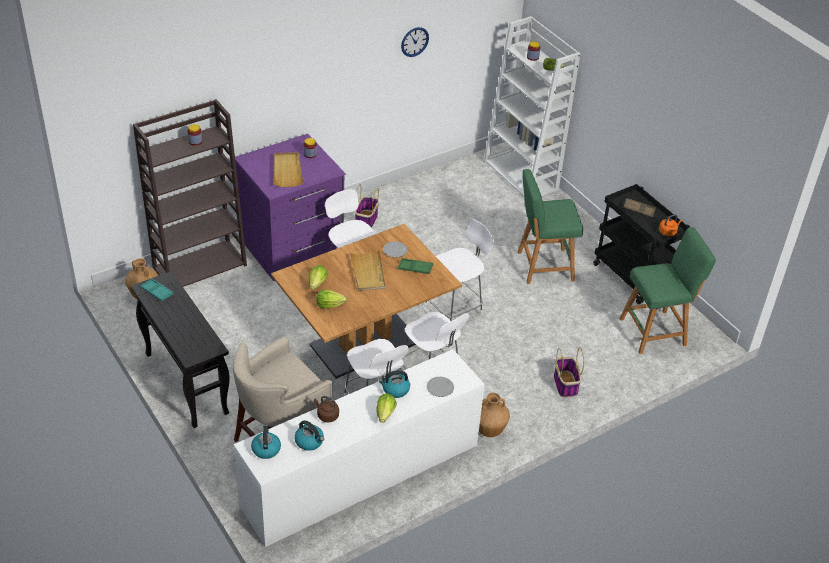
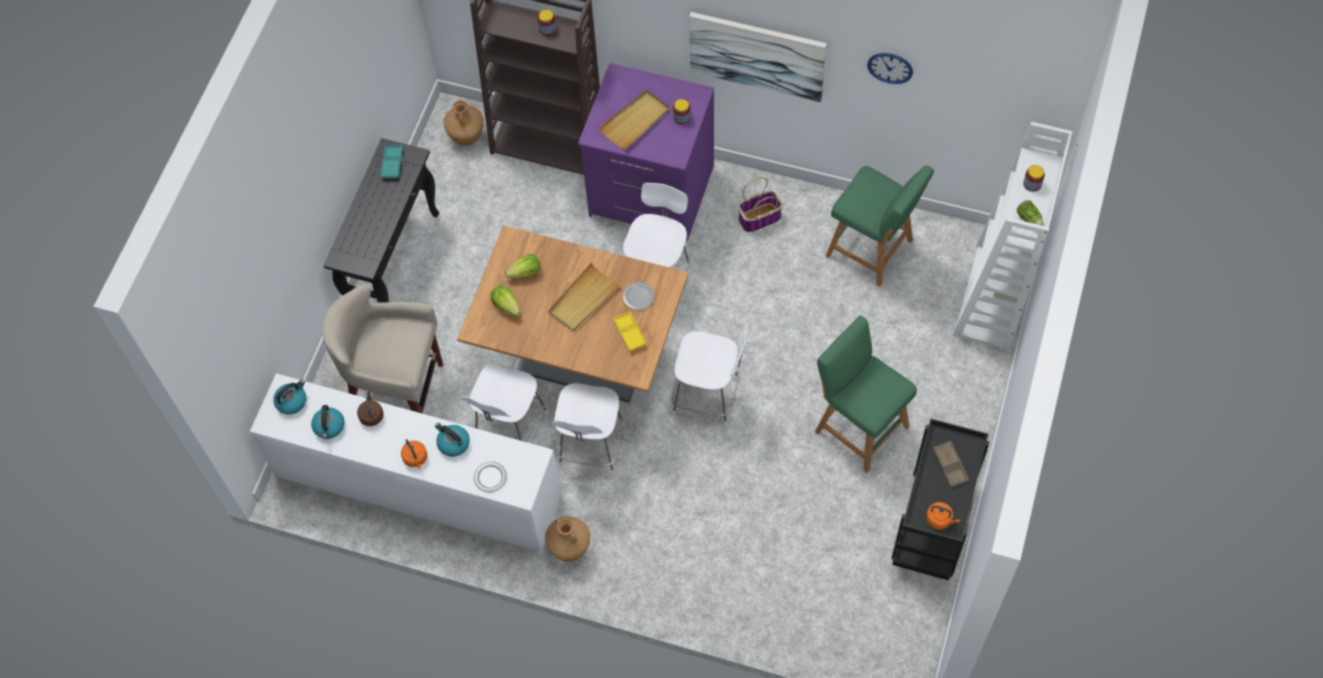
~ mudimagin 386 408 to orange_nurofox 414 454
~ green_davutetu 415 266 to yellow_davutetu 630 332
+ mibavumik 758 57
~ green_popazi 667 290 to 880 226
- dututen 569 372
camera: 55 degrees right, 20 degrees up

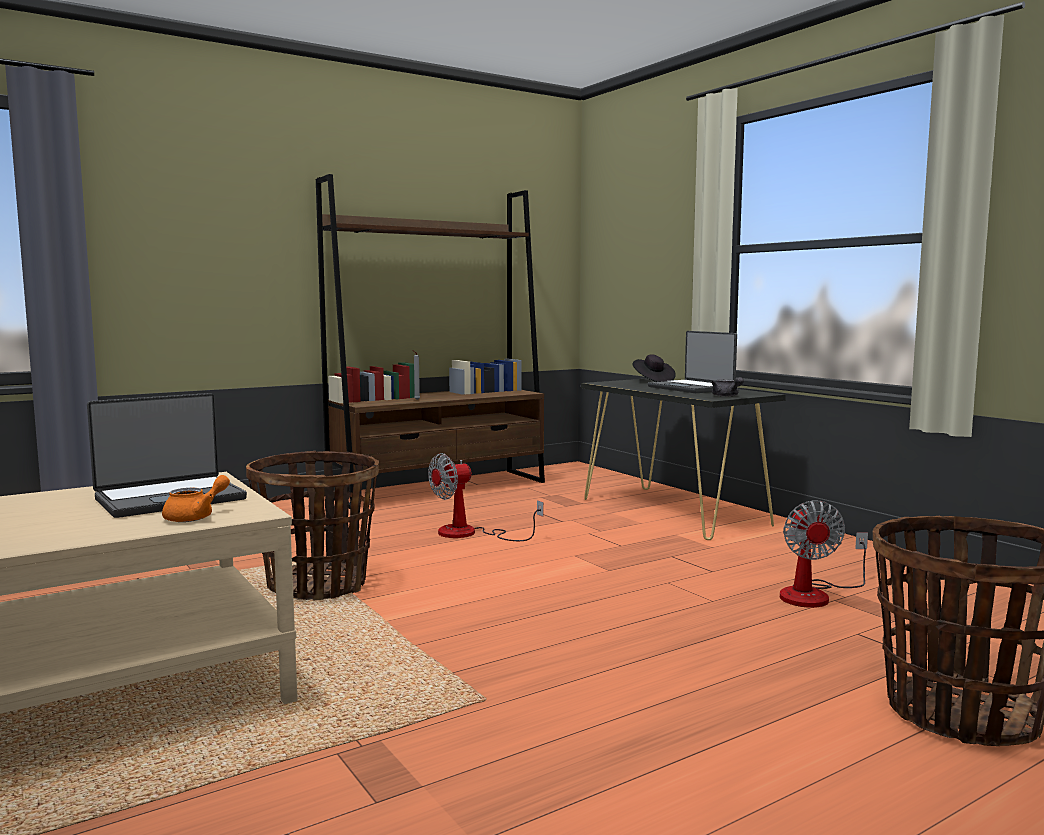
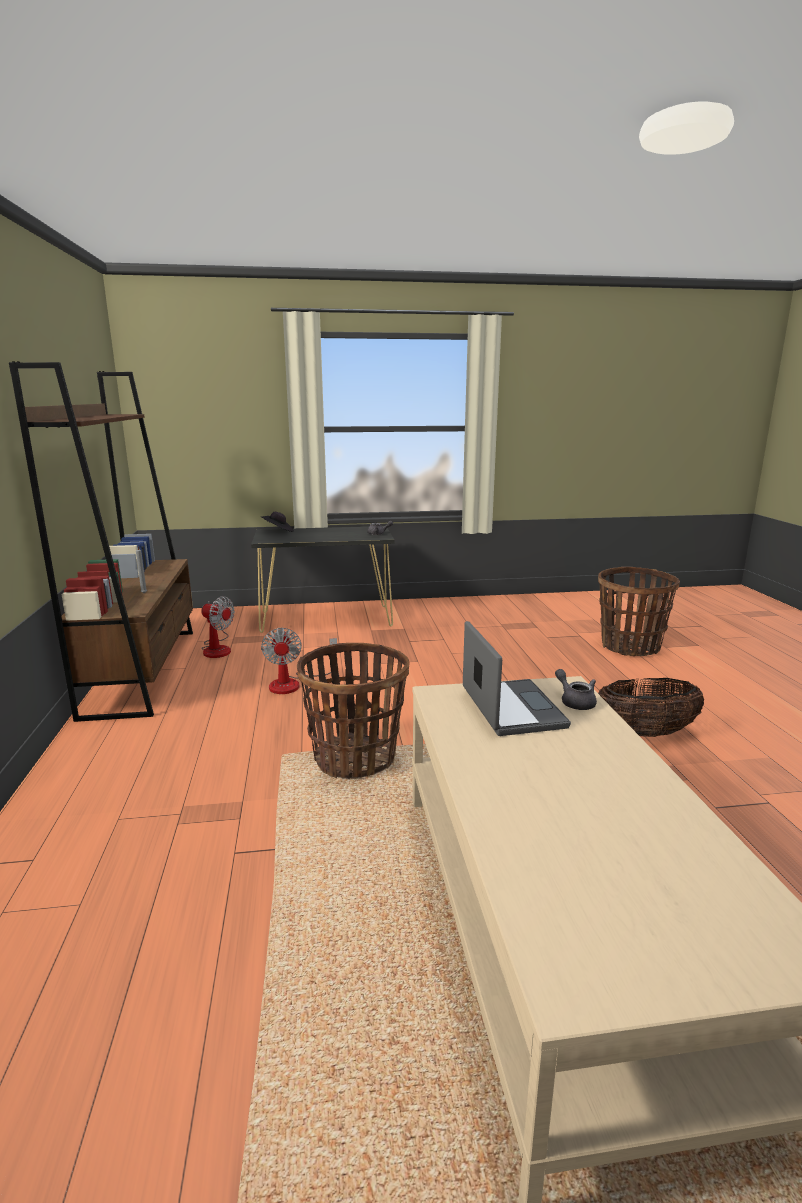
~ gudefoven 824 554 to 218 627
~ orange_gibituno 196 498 to grey_gibituno 576 689
+ dututen 651 707
- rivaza 692 362
camera: 65 degrees left, 10 degrees up

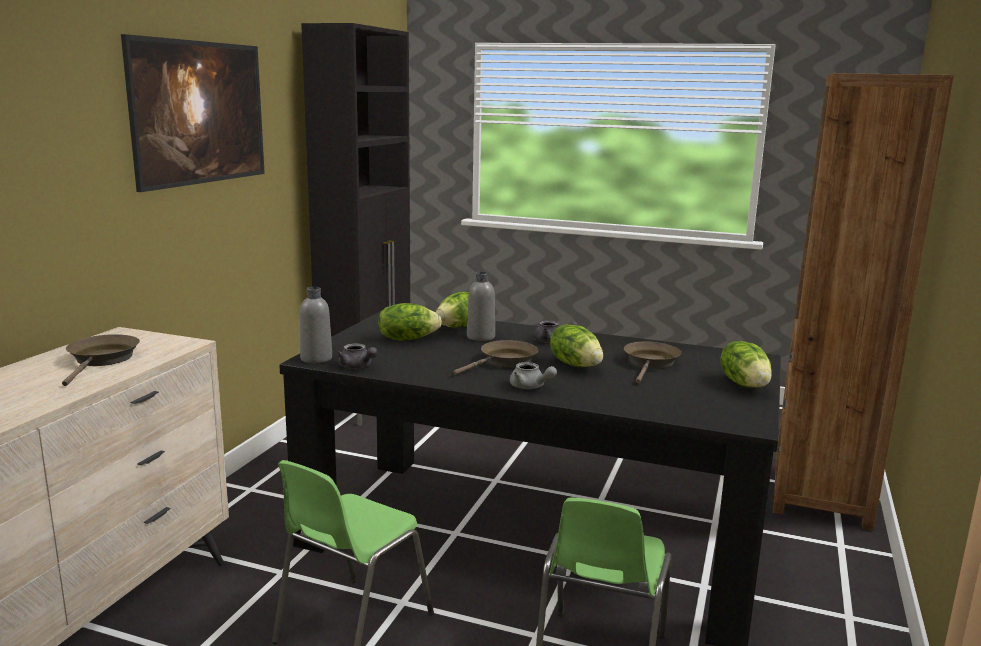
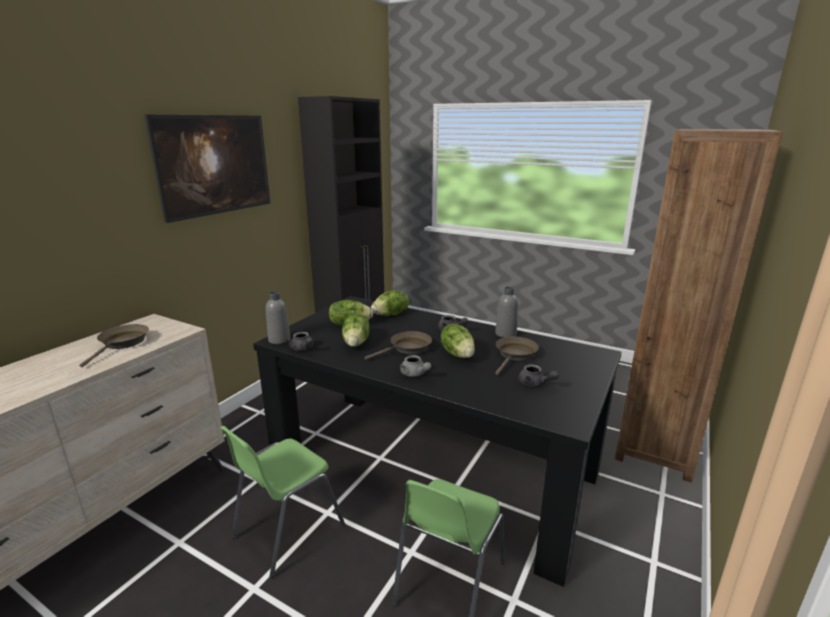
~ mudimagin 746 364 to 356 330
~ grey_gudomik 481 306 to 506 312
+ grey_gibituno 538 375
camera: 10 degrees right, 5 degrees up

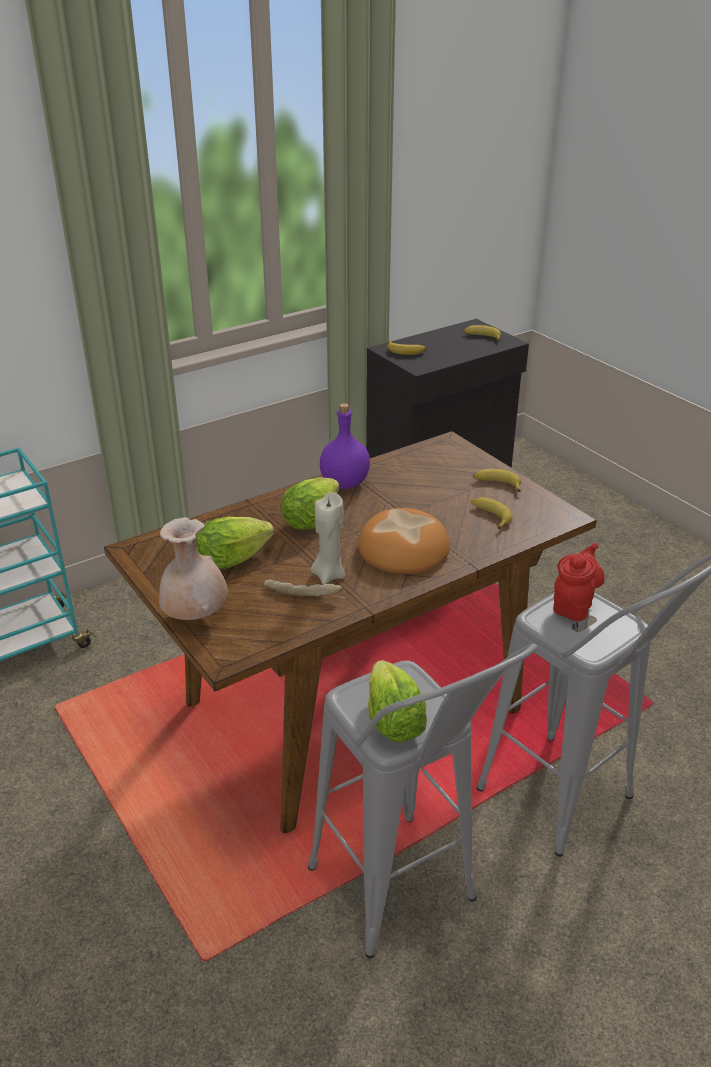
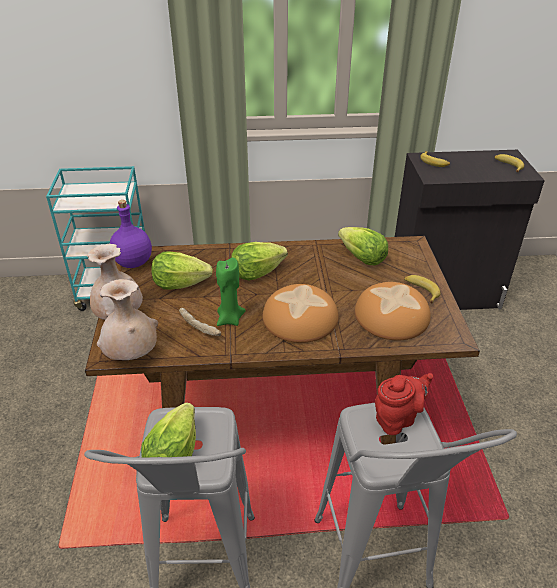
+ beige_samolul 127 319
~ purple_gudomik 345 446 to 131 234
~ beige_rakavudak 328 538 to green_rakavudak 231 291
+ mudimagin 363 246
~ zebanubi 492 513 to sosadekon 393 311
camera: 30 degrees right, 5 degrees up

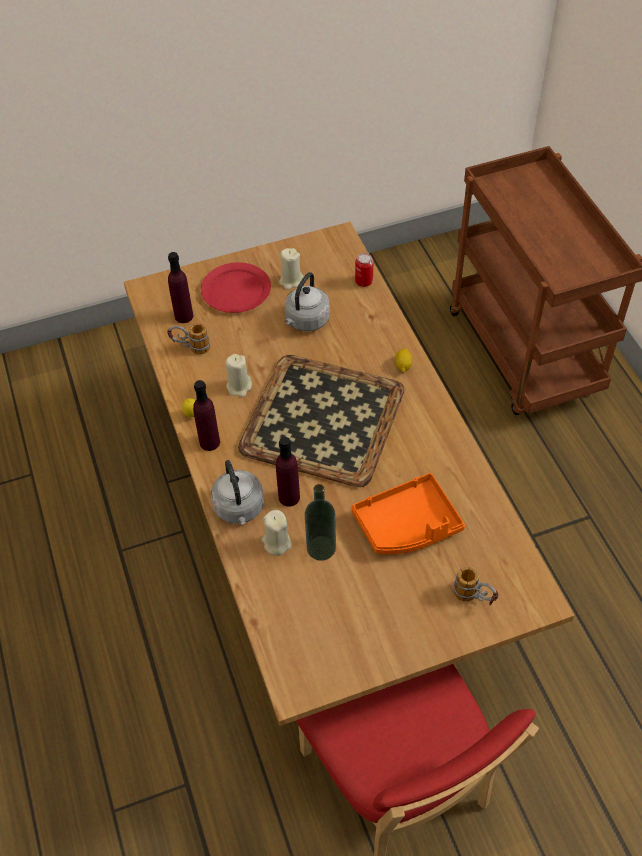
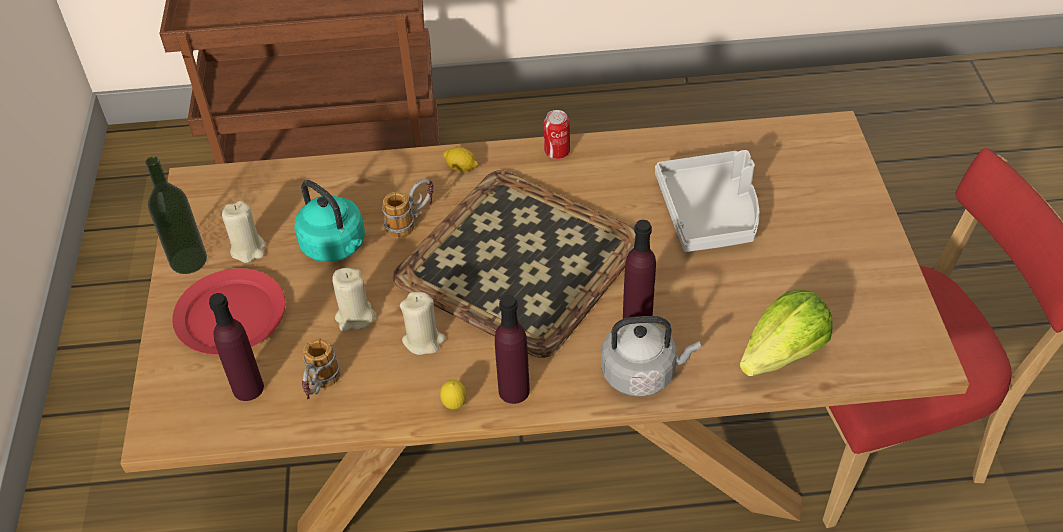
~ gudomik 320 522 to 176 215
~ grey_nurofox 307 301 to turquoise_nurofox 329 221
~ beige_rakavudak 277 533 to 353 300
~ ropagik 476 585 to 408 208
~ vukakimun 364 270 to 557 134
~ orange_davutetu 408 513 to grey_davutetu 707 201
+ mudimagin 786 333
camera: 75 degrees left, 5 degrees down

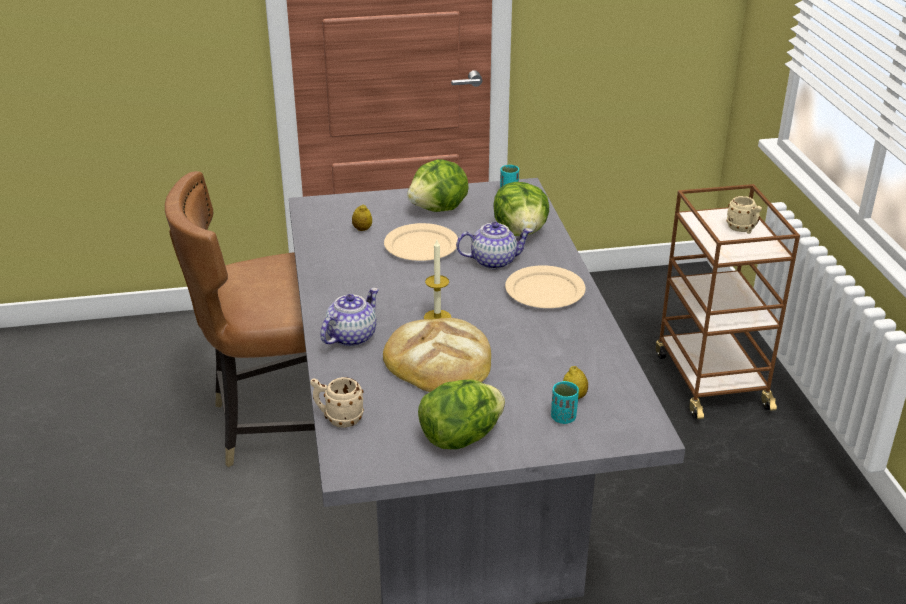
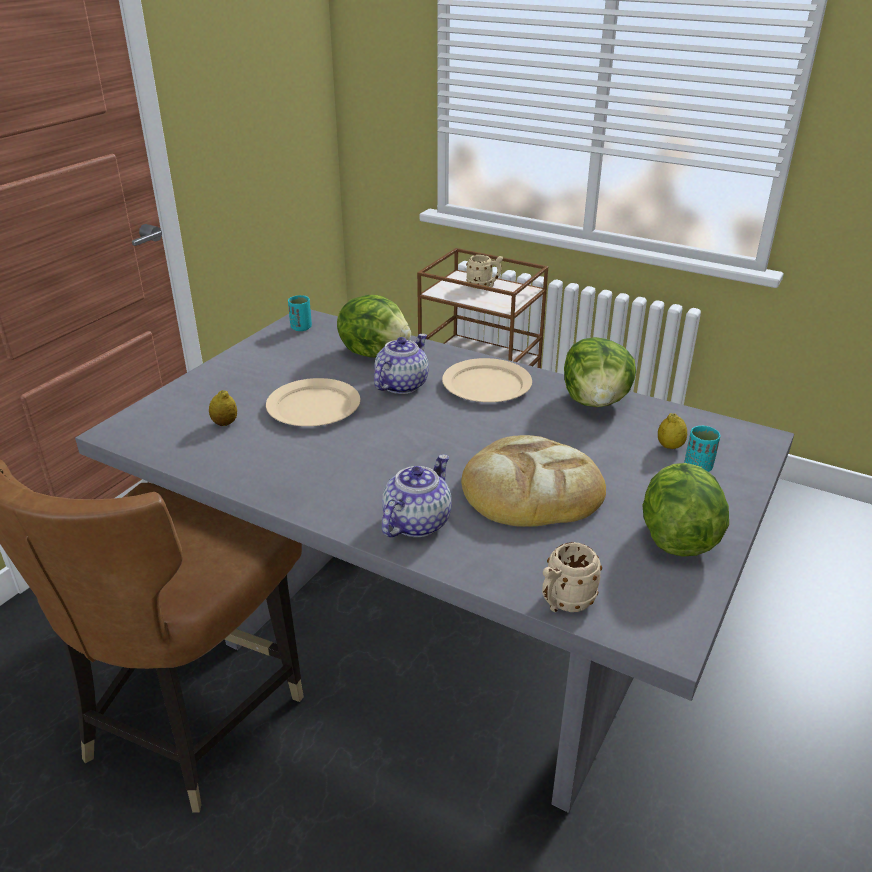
~ gibituno 349 317 = 417 496 45 degrees clockwise
~ mudimagin 438 185 to 600 372
- rakavudak 437 279
camera: 50 degrees left, 0 degrees up

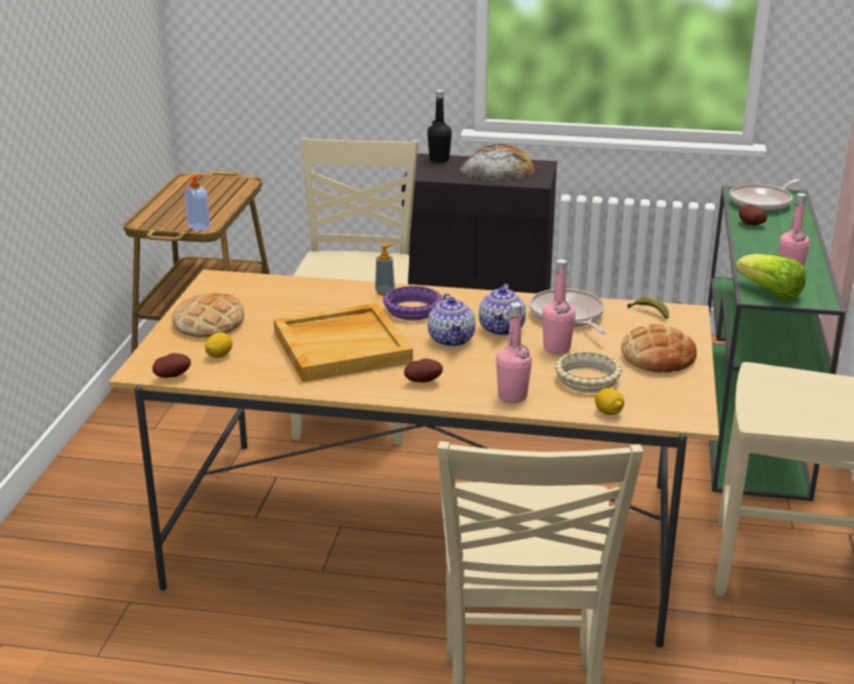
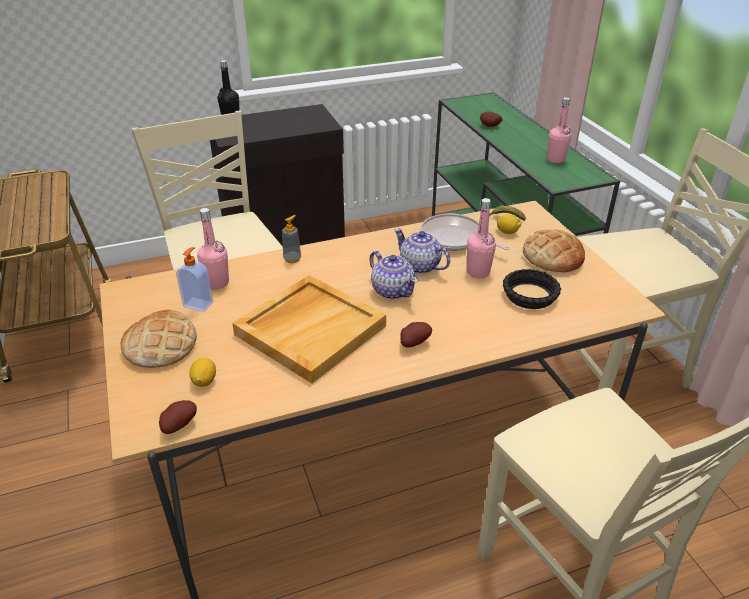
~ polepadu 198 203 to 194 279
~ pink_gudomik 514 352 to 213 248
~ gibituno 502 309 = 422 251 150 degrees clockwise
~ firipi 609 401 to 509 224
~ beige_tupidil 588 372 to black_tupidil 532 289
- purple_tupidil 413 303
- sosadekon 497 162
- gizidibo 765 195
- mudimagin 771 277
camera: 30 degrees left, 10 degrees up

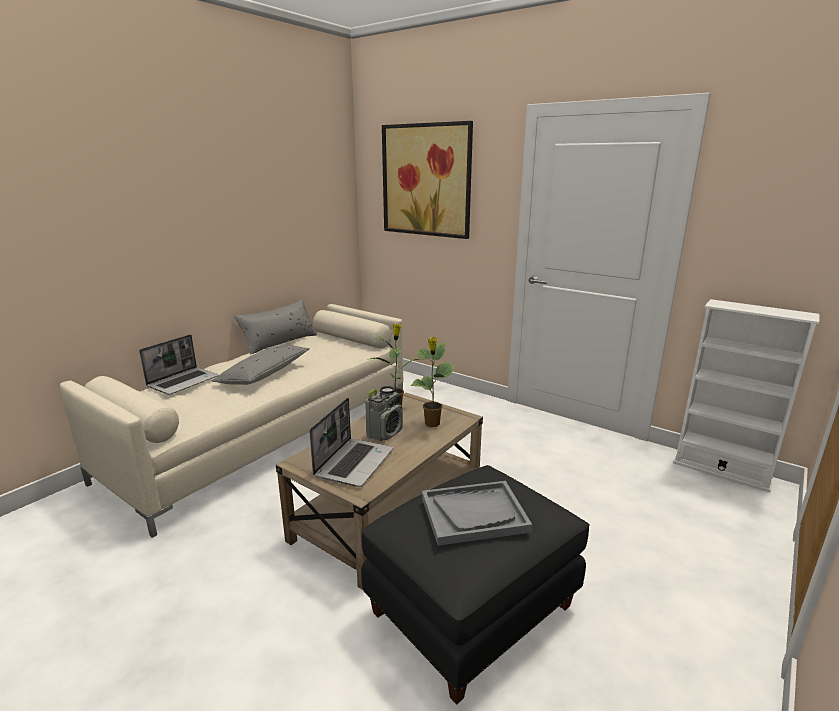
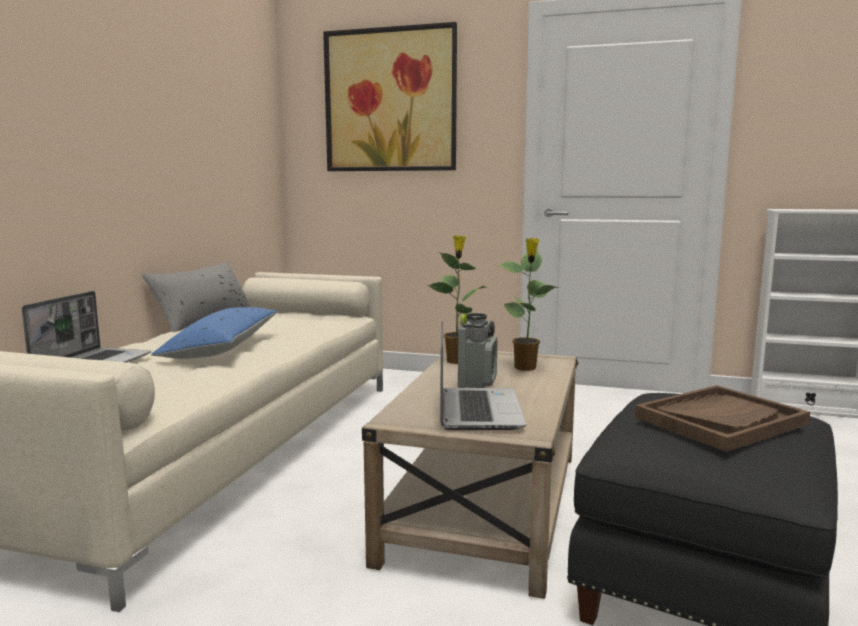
~ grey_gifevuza 261 365 to blue_gifevuza 214 333
~ grey_davutetu 477 513 to brown_davutetu 722 418
camera: 20 degrees left, 10 degrees down

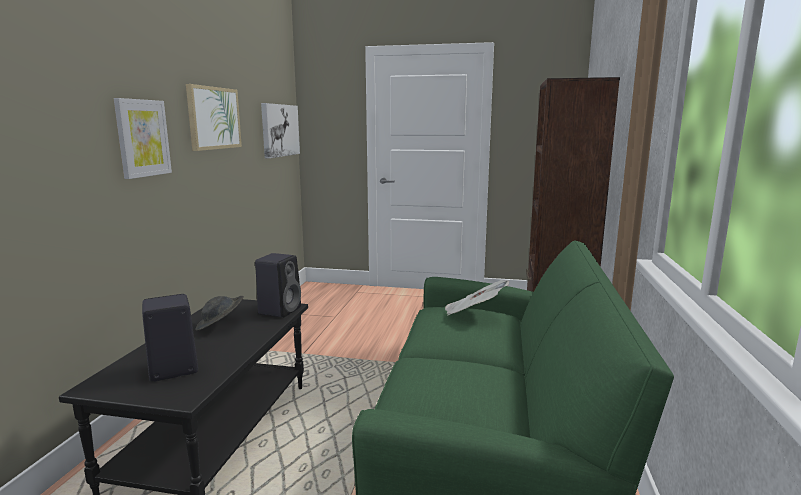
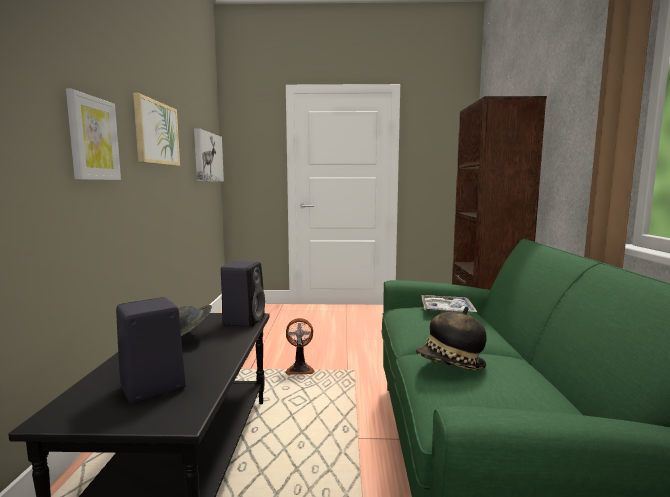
+ gudefoven 300 346
+ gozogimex 451 338
~ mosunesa 477 298 to davutetu 449 303
camera: 10 degrees left, 5 degrees down

